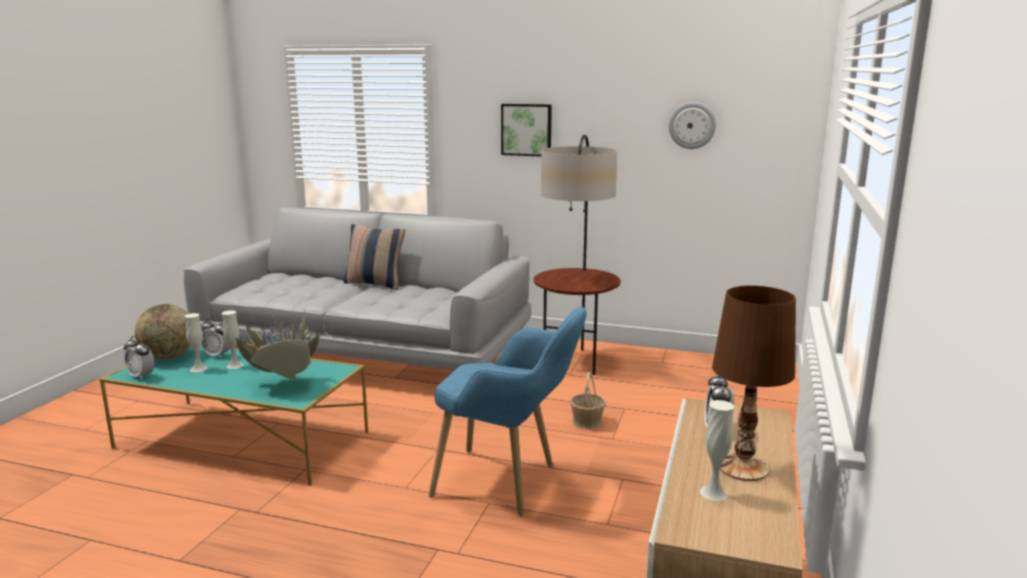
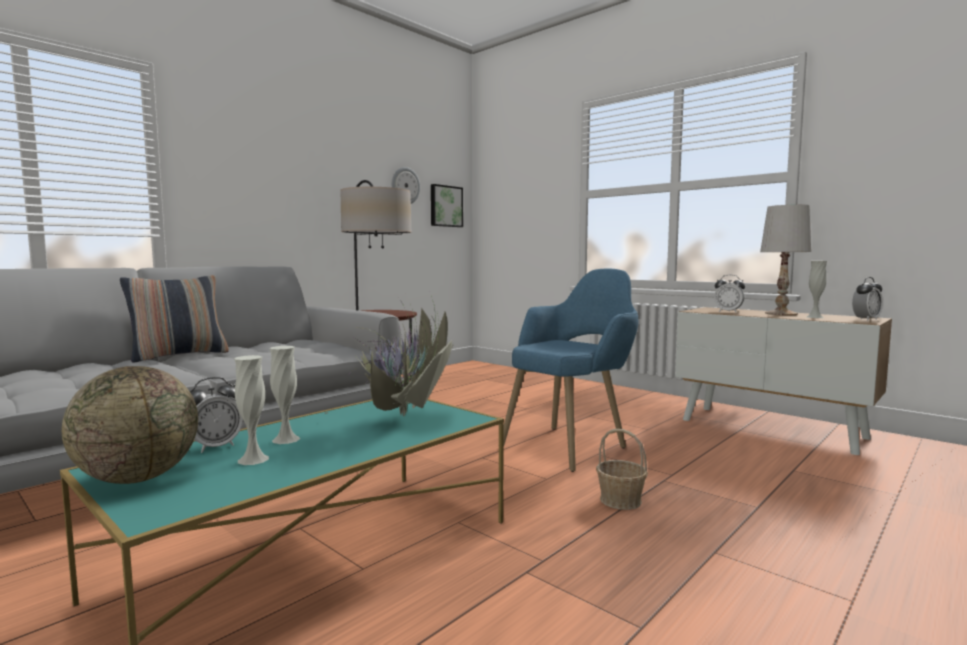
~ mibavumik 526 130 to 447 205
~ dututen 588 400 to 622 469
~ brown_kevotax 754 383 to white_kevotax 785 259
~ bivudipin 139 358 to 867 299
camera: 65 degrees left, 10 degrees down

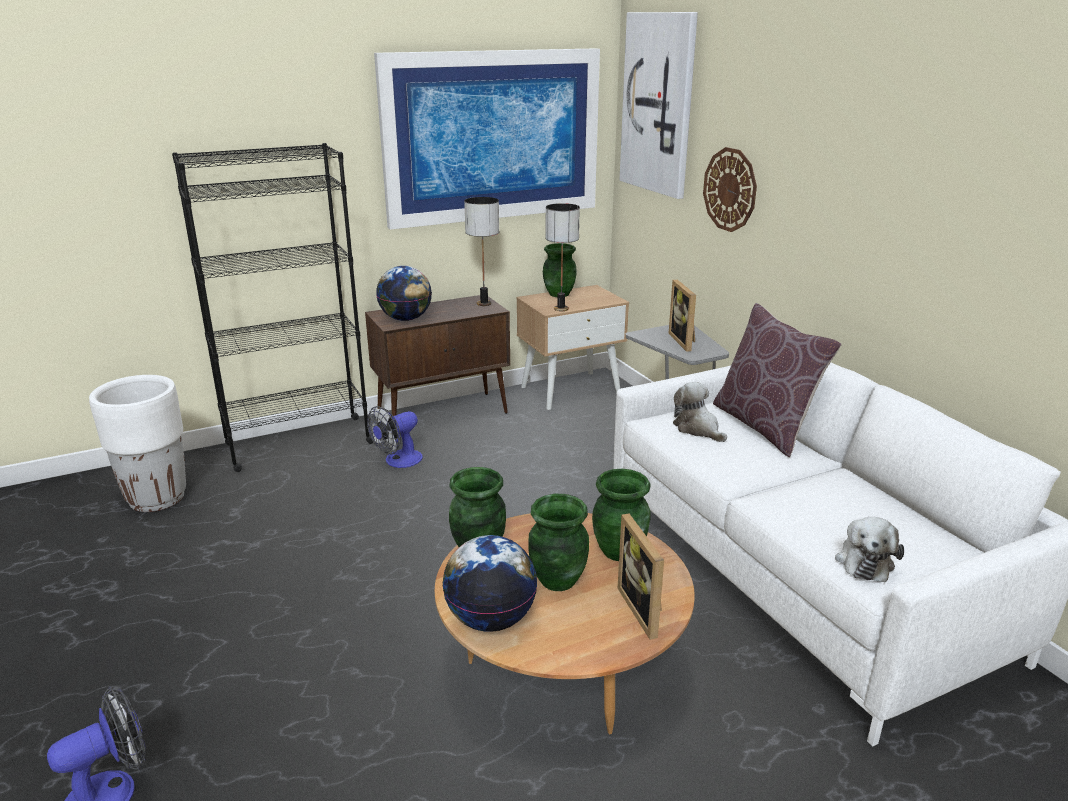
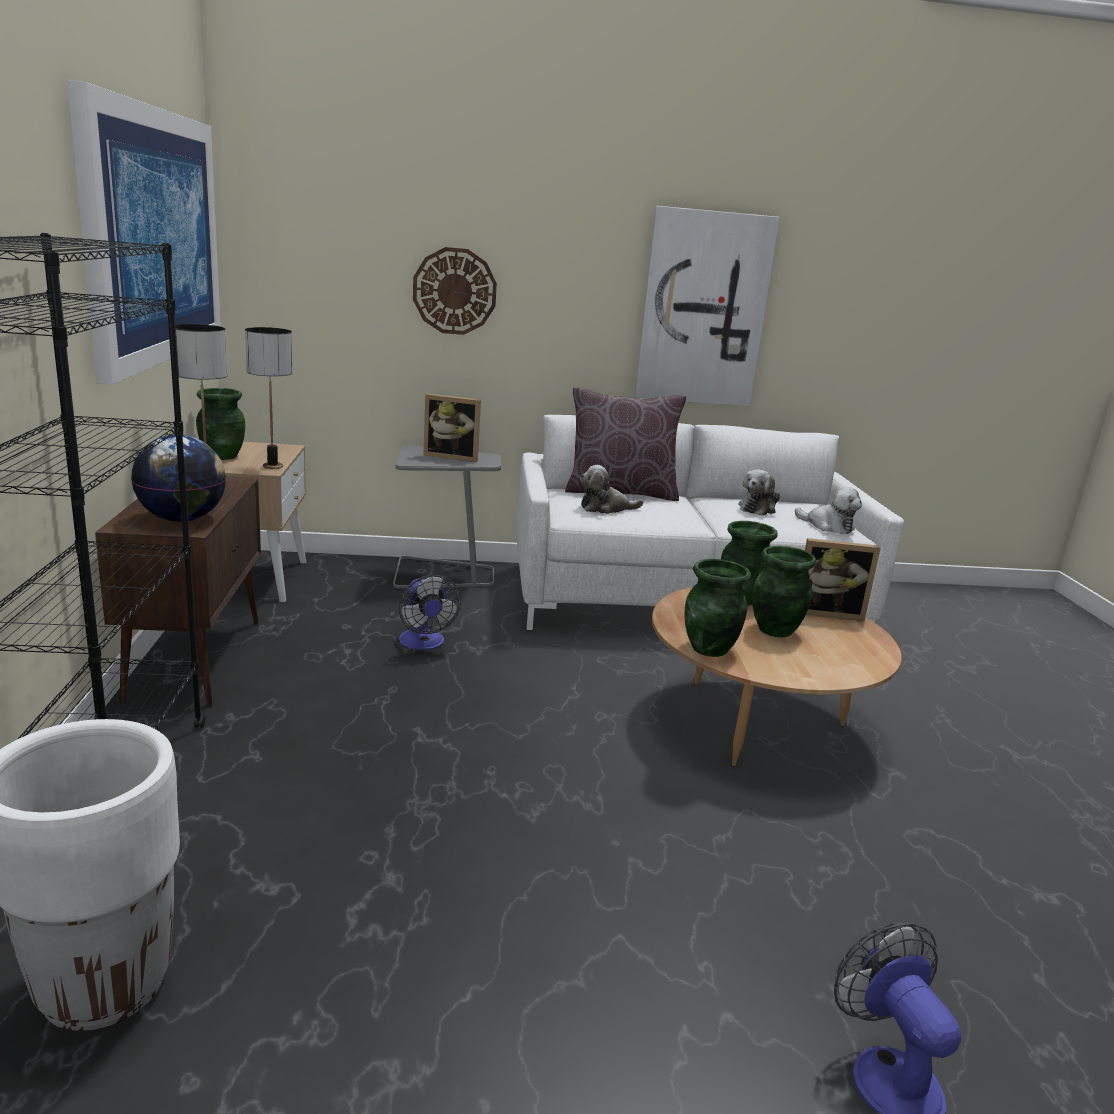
~ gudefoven 395 437 to 430 612
~ mibavumik 658 105 to 707 306
+ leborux 759 492
- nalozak 489 583
camera: 70 degrees left, 5 degrees down

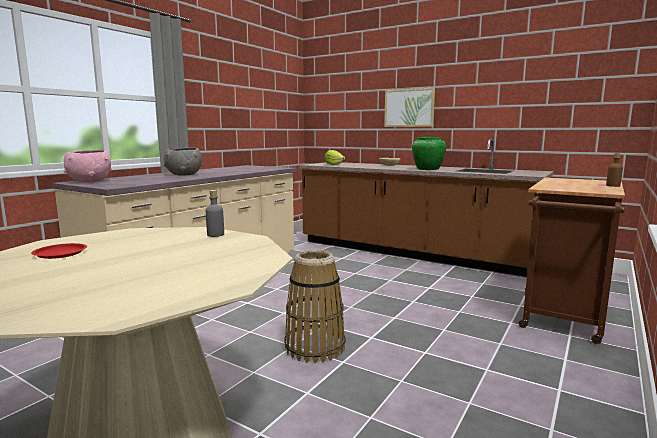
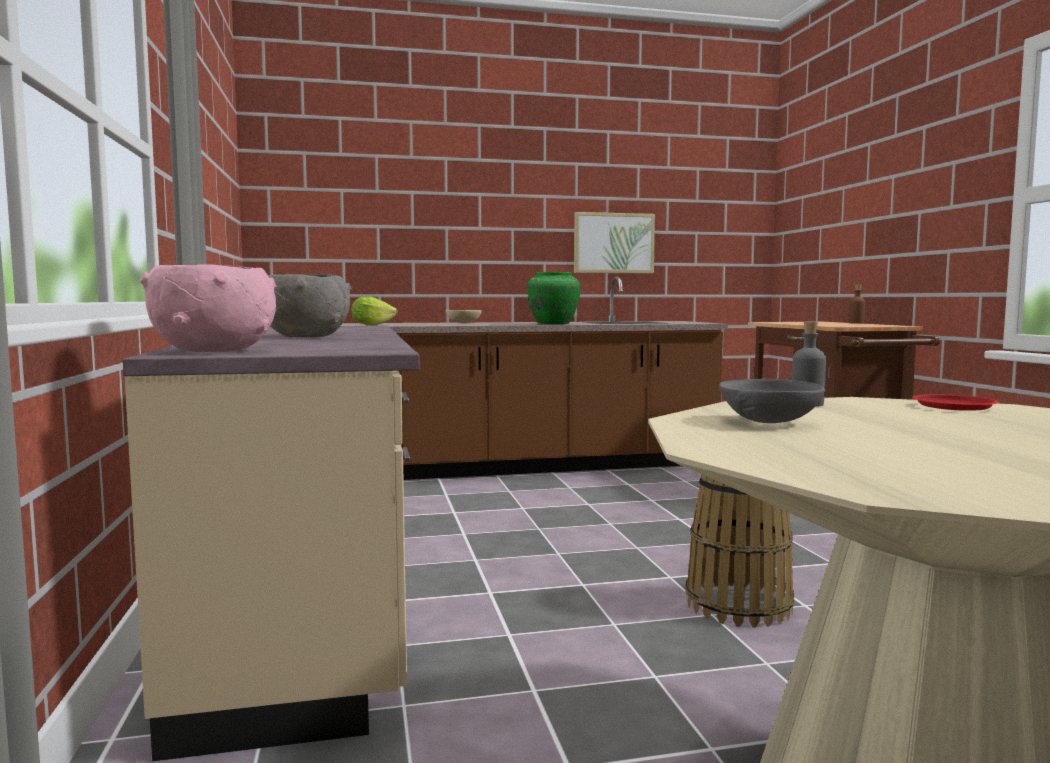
~ mibavumik 409 107 to 614 242
+ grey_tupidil 772 401
~ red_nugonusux 59 251 to 955 402
camera: 45 degrees left, 5 degrees down

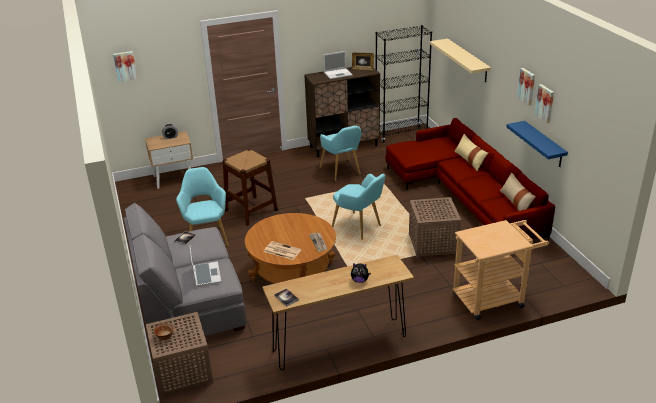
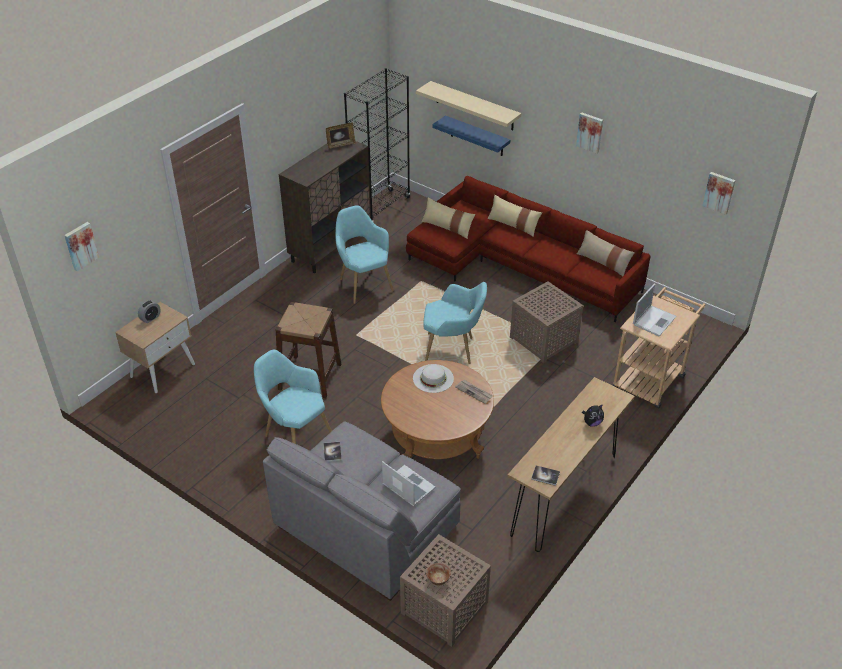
~ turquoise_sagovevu 341 153 = 364 254 150 degrees counterclockwise
+ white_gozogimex 433 378
+ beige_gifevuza 448 218
~ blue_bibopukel 537 144 to 471 135
~ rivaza 338 65 to 654 310
~ mibavumik 544 103 to 718 193
- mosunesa 283 250
camera: 35 degrees left, 10 degrees up

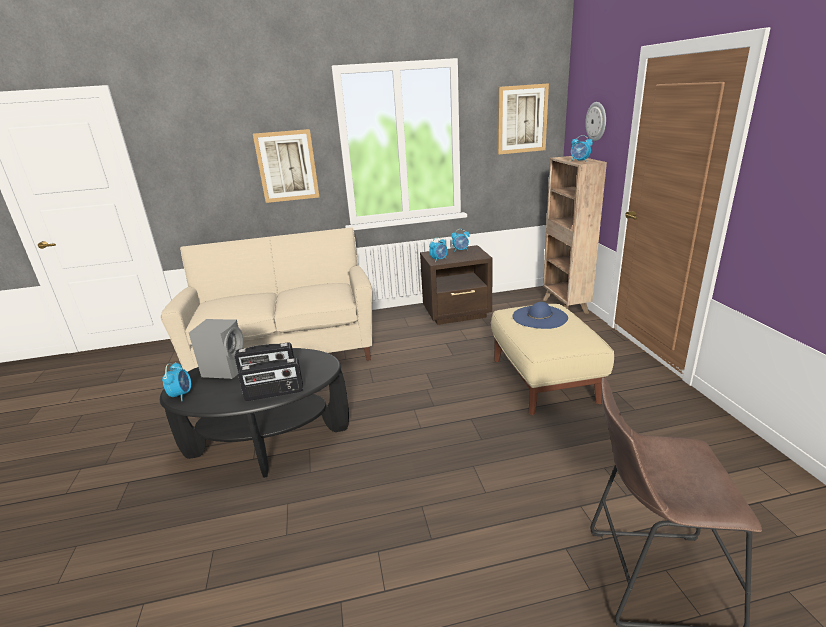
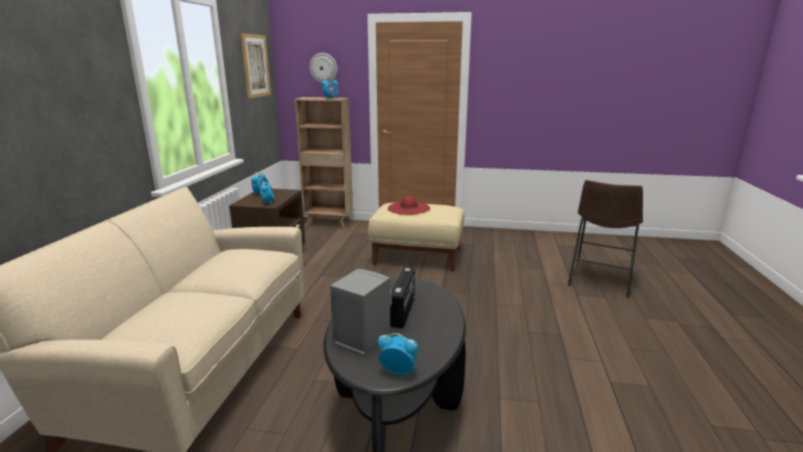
~ blue_gozogimex 540 315 to red_gozogimex 409 205
- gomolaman 270 379
- mibavumik 286 166
camera: 70 degrees left, 5 degrees down

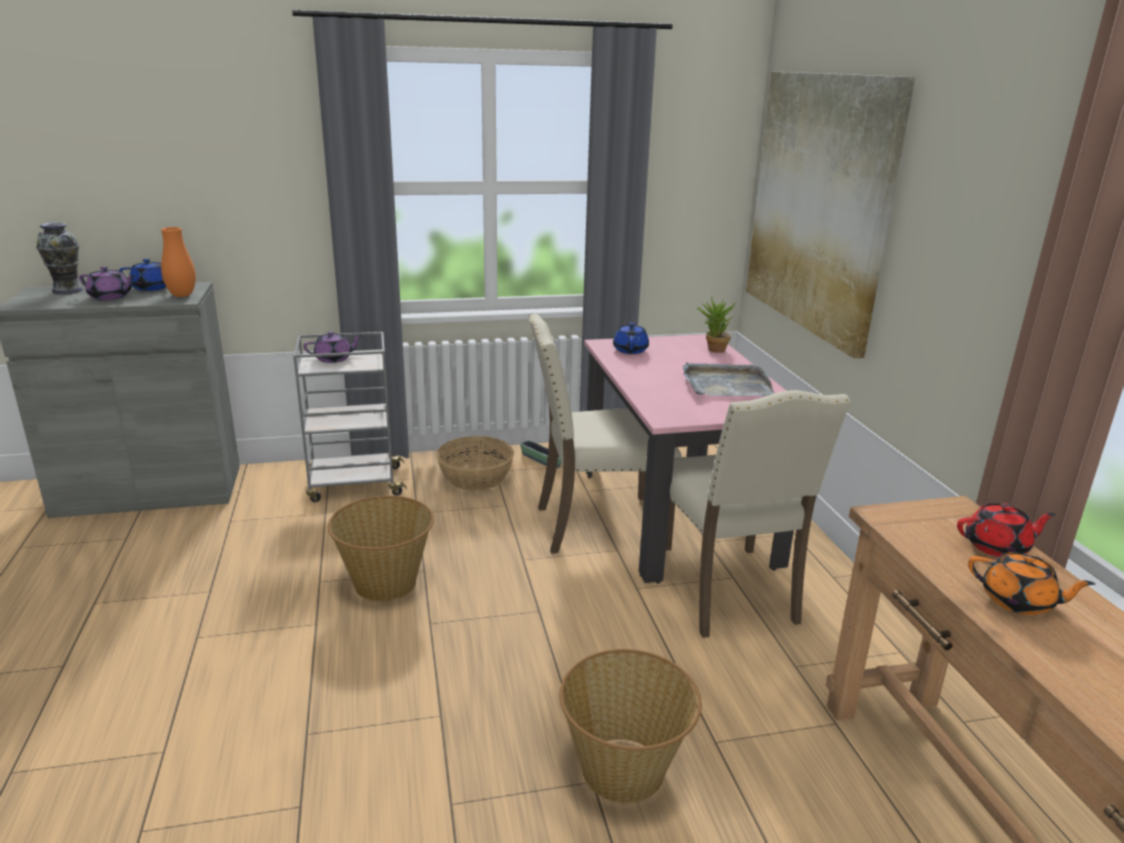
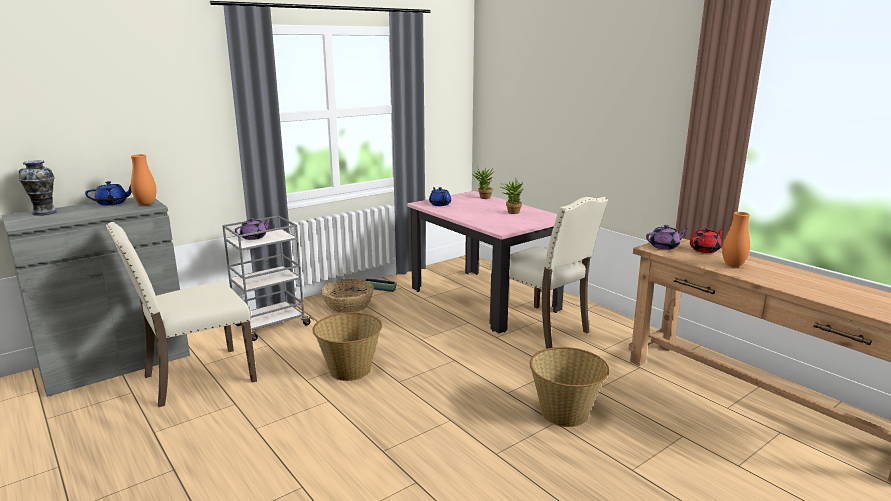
~ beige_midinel 604 433 to 181 314
~ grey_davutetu 729 379 to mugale 512 196
~ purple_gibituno 107 283 to 667 237
~ orange_gibituno 1031 583 to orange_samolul 736 239
- mibavumik 830 215
camera: 25 degrees left, 5 degrees down

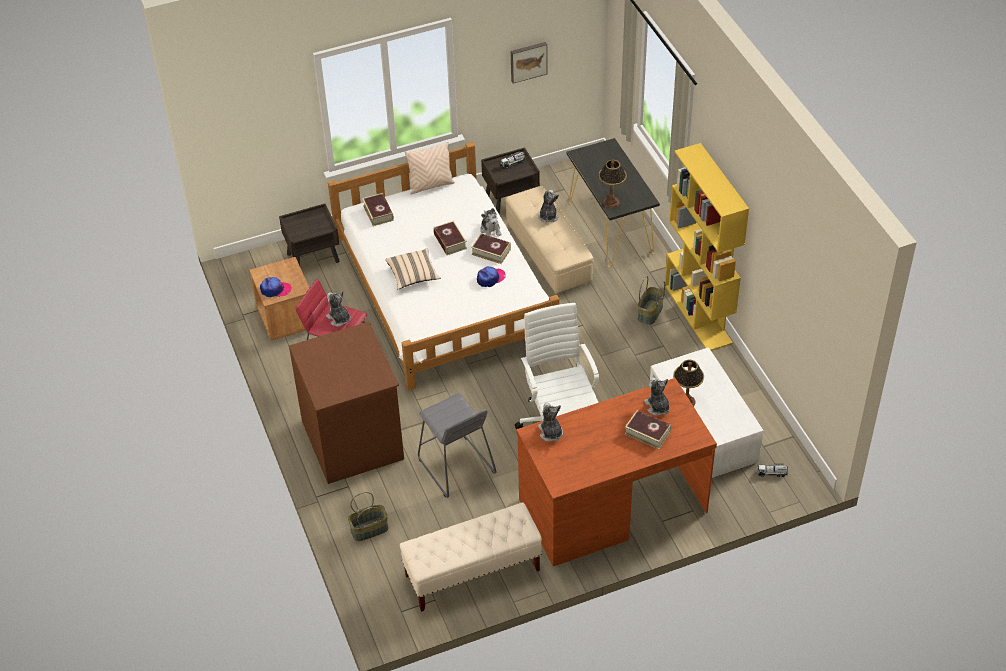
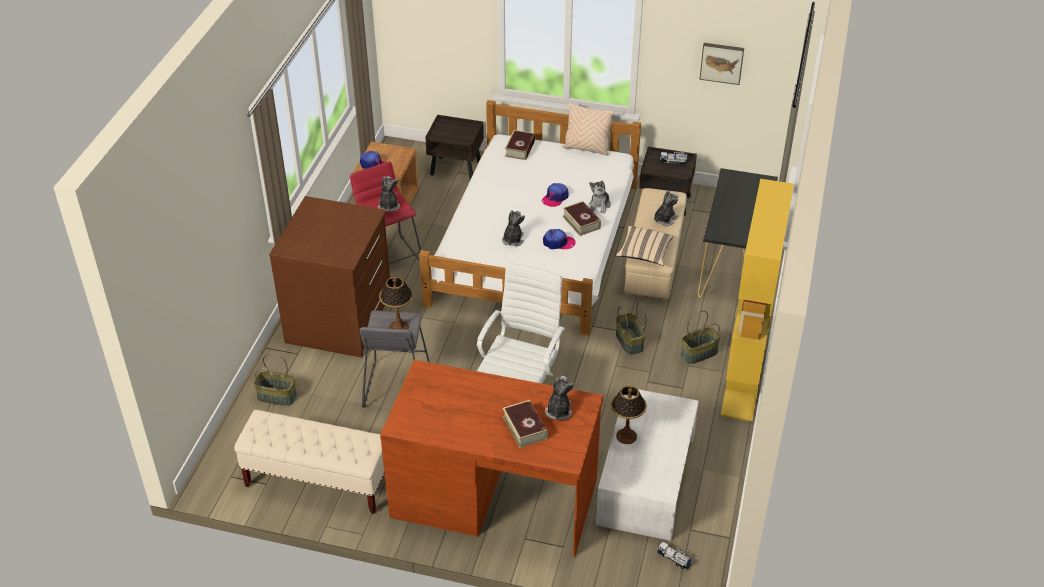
~ kevotax 613 184 to 396 303
~ leborux 550 422 to 513 228
~ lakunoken 450 238 to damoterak 555 195
~ beige_gifevuza 413 268 to 645 246
+ dututen 631 328
camera: 35 degrees right, 5 degrees down

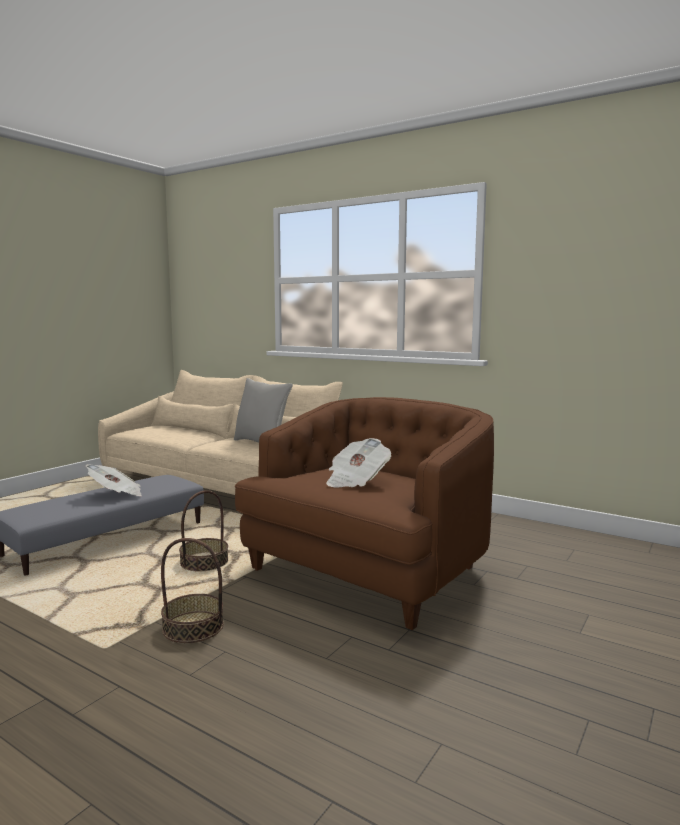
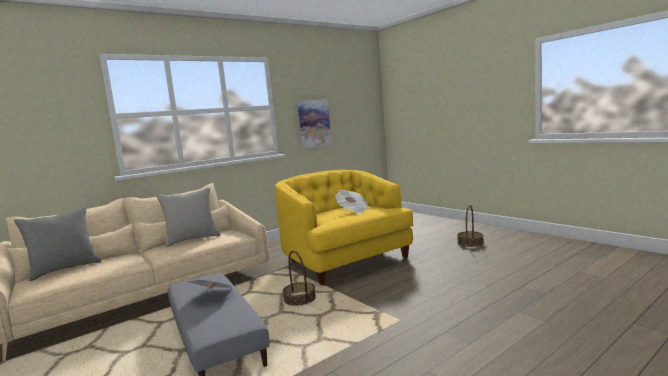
+ grey_gifevuza 57 244
~ brown_sagovevu 364 513 to yellow_sagovevu 344 227
+ mibavumik 315 123
~ dututen 192 590 to 470 226
camera: 70 degrees left, 0 degrees up

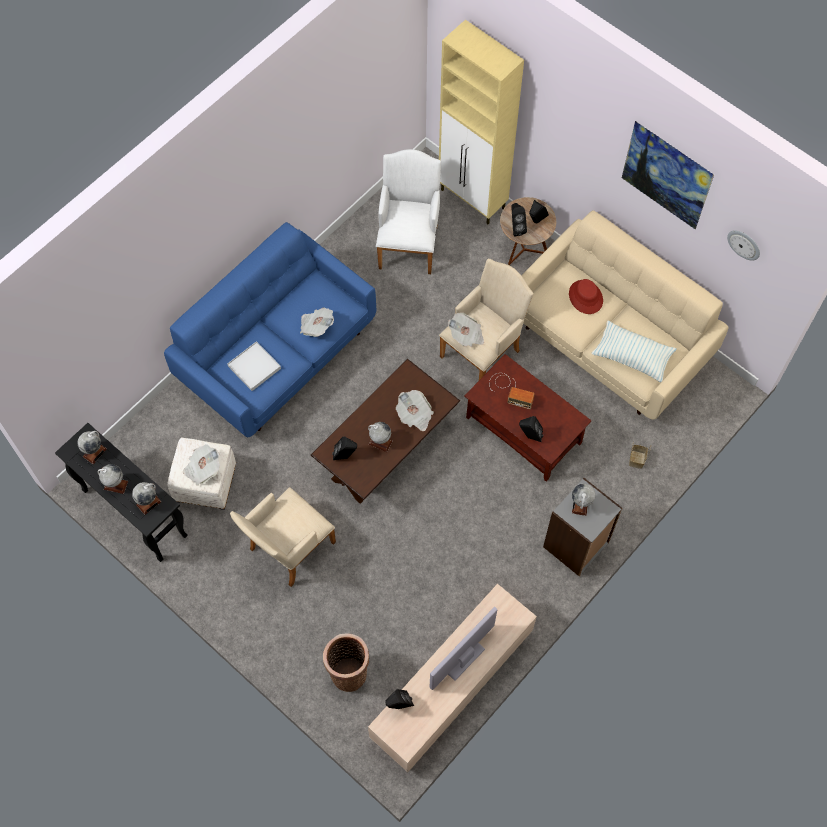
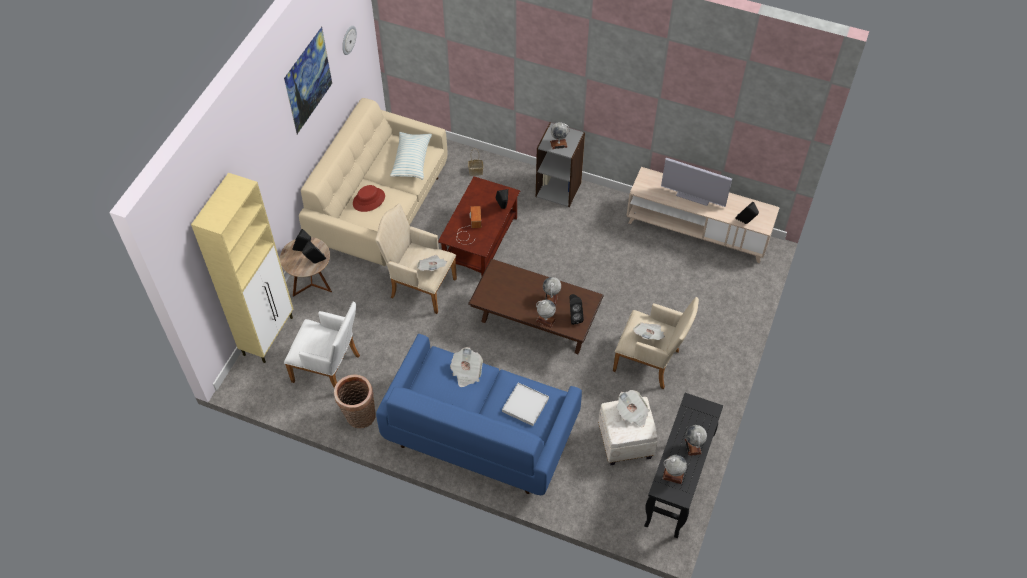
~ white_sagovevu 408 211 = 322 345 150 degrees counterclockwise
~ dututen 346 662 to 355 401
~ nalozak 146 498 to 546 313
~ mosunesa 415 410 to 649 331
camera: 110 degrees left, 10 degrees down

